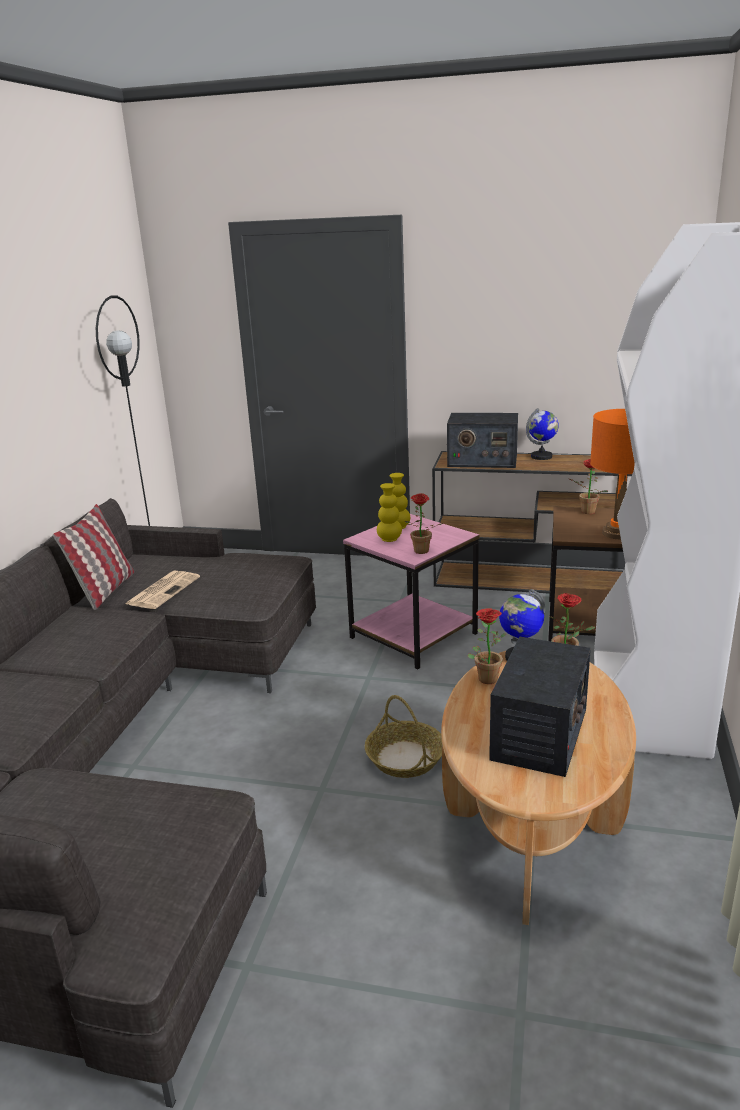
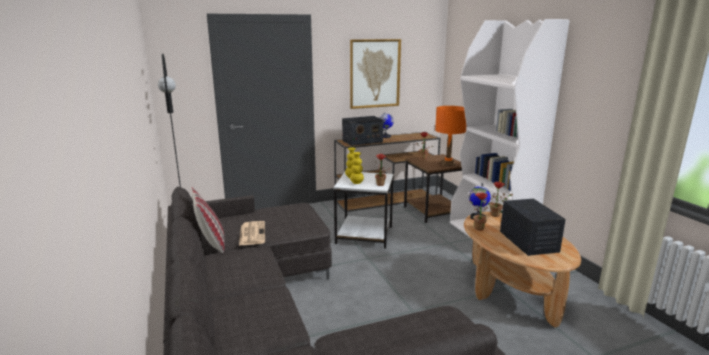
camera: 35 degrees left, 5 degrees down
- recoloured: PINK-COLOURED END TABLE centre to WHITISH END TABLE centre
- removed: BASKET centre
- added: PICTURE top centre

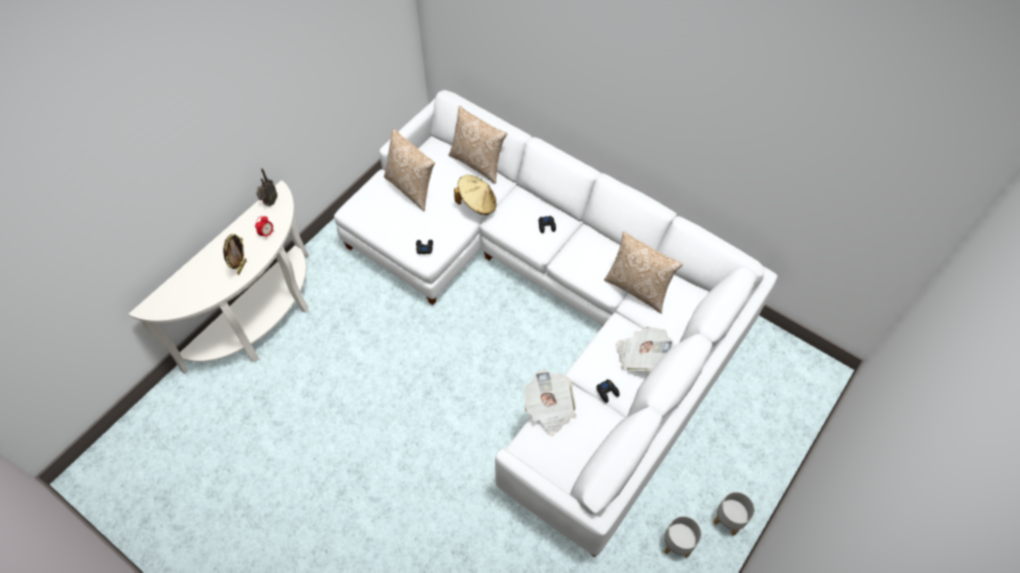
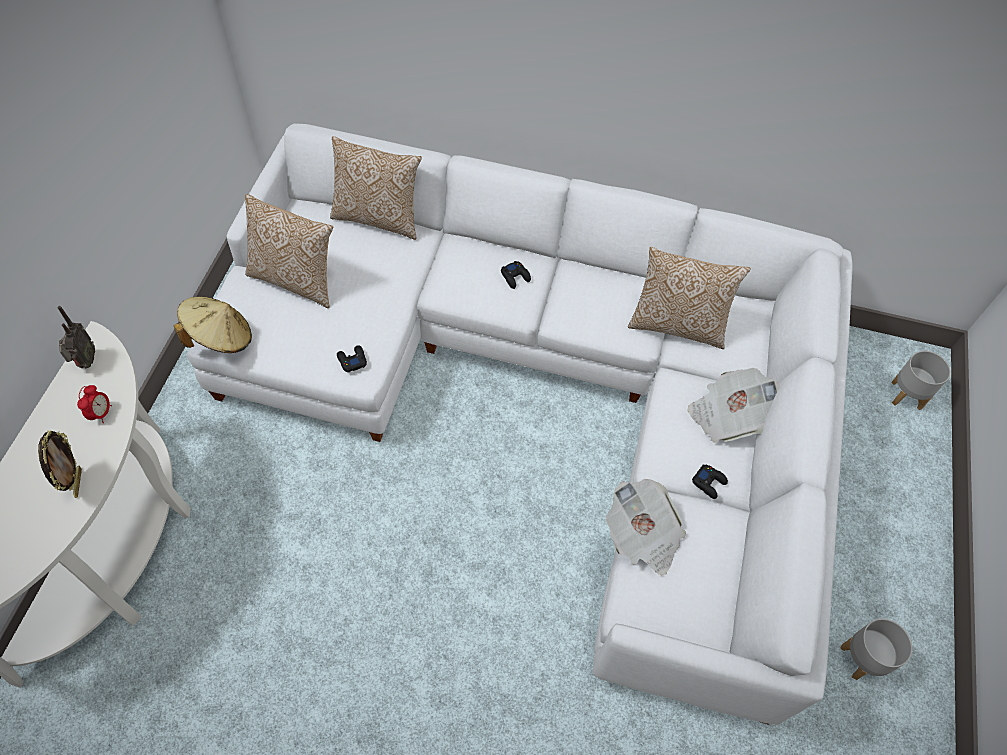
camera: 25 degrees left, 0 degrees up
- moved: BEIGE HAT centre to middle left
- moved: GREYISH PLANTER (2nd from left) bottom right to middle right

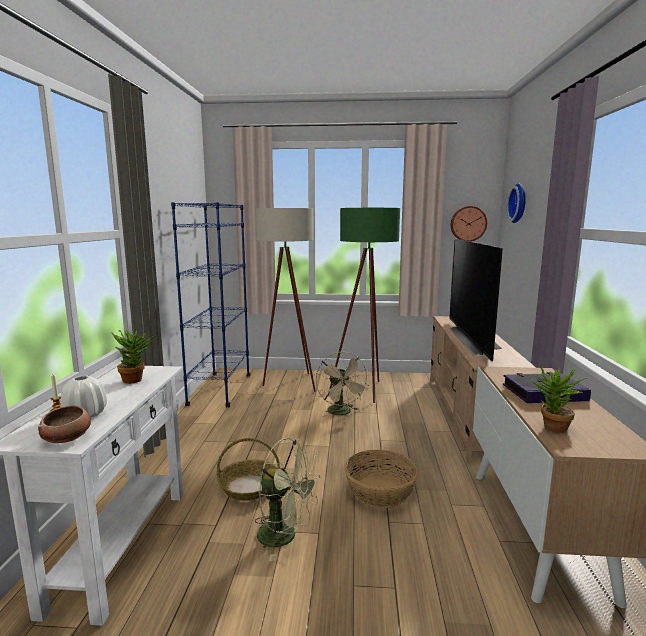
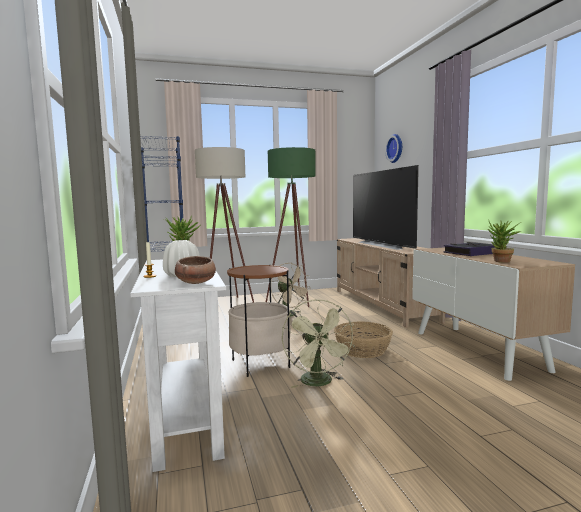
camera: 20 degrees left, 5 degrees down
- replaced: BASKET (1st from left) bottom centre to END TABLE centre
- turned: GREENISH FAN bottom centre = bottom centre 75 degrees clockwise
- removed: CLOCK ON THE WALL (1st from left) middle right

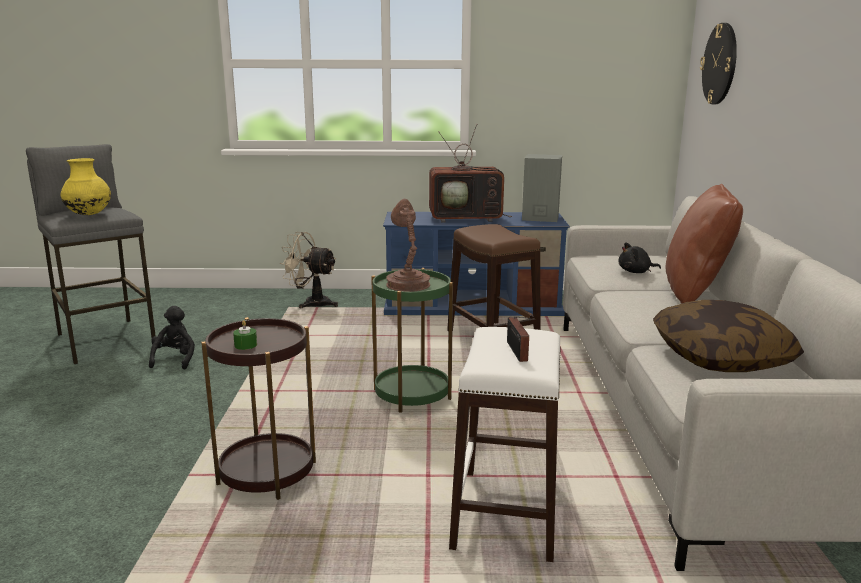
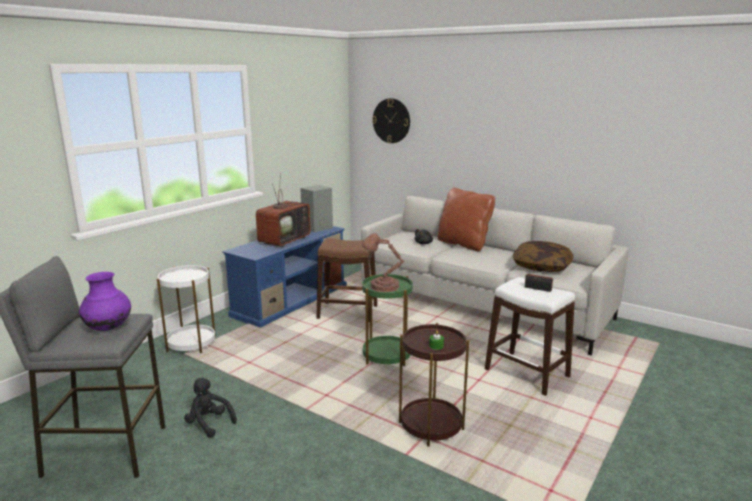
camera: 55 degrees left, 0 degrees up
- recoloured: YELLOWISH VASE top left to PURPLISH VASE middle left
- replaced: BEIGE FAN centre to WHITISH END TABLE middle left

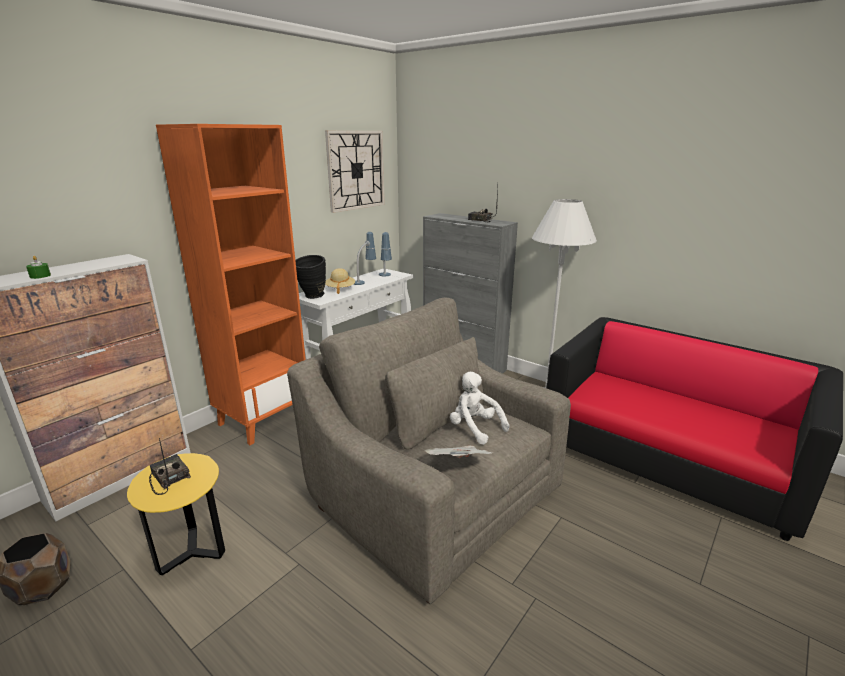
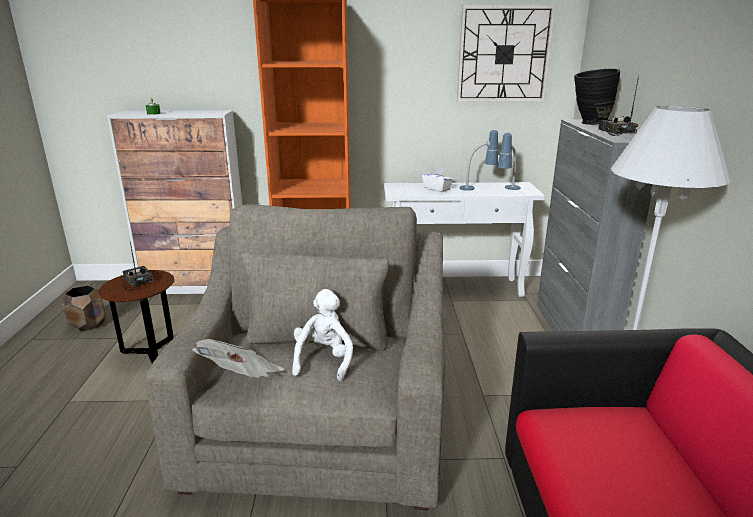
camera: 50 degrees right, 0 degrees up
- recoloured: YELLOWISH END TABLE bottom left to BROWNISH END TABLE middle left
- turned: RADIO (1st from left) bottom left = middle left 45 degrees counterclockwise
- moved: BLACKISH VASE centre to top right
- replaced: BEIGE HAT centre to WHITISH BOX OF TISSUES centre

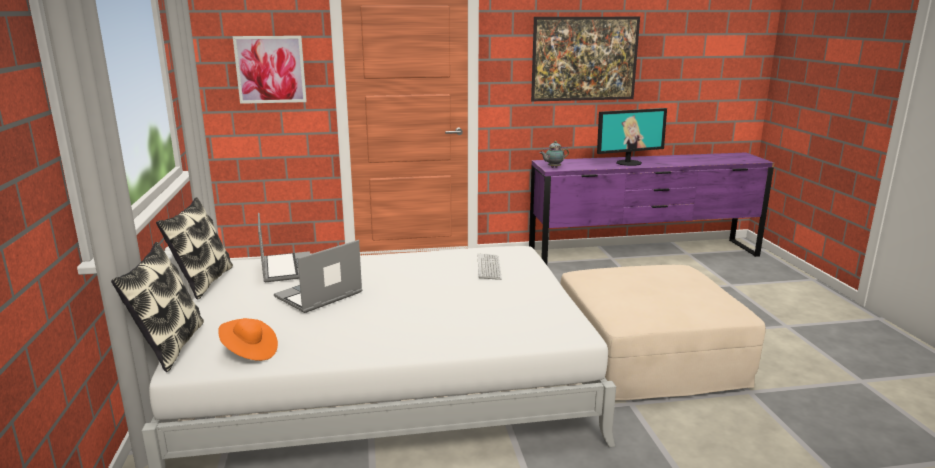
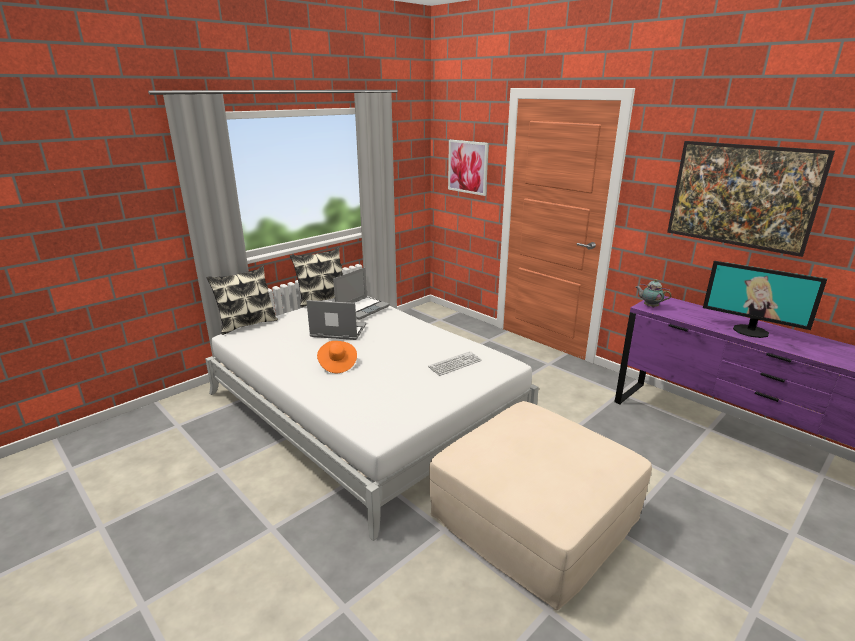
camera: 55 degrees right, 5 degrees up
- moved: ORANGEY HAT bottom left to centre

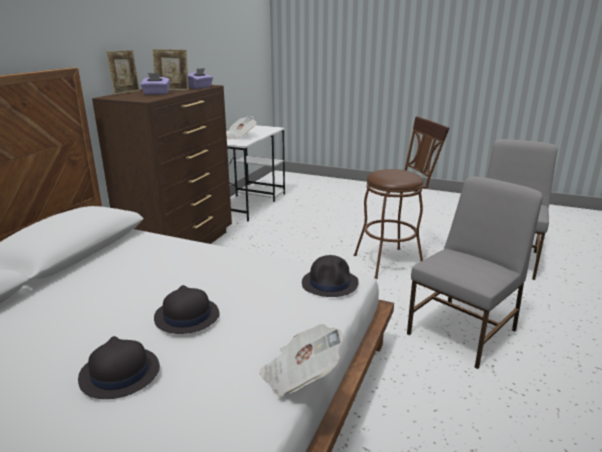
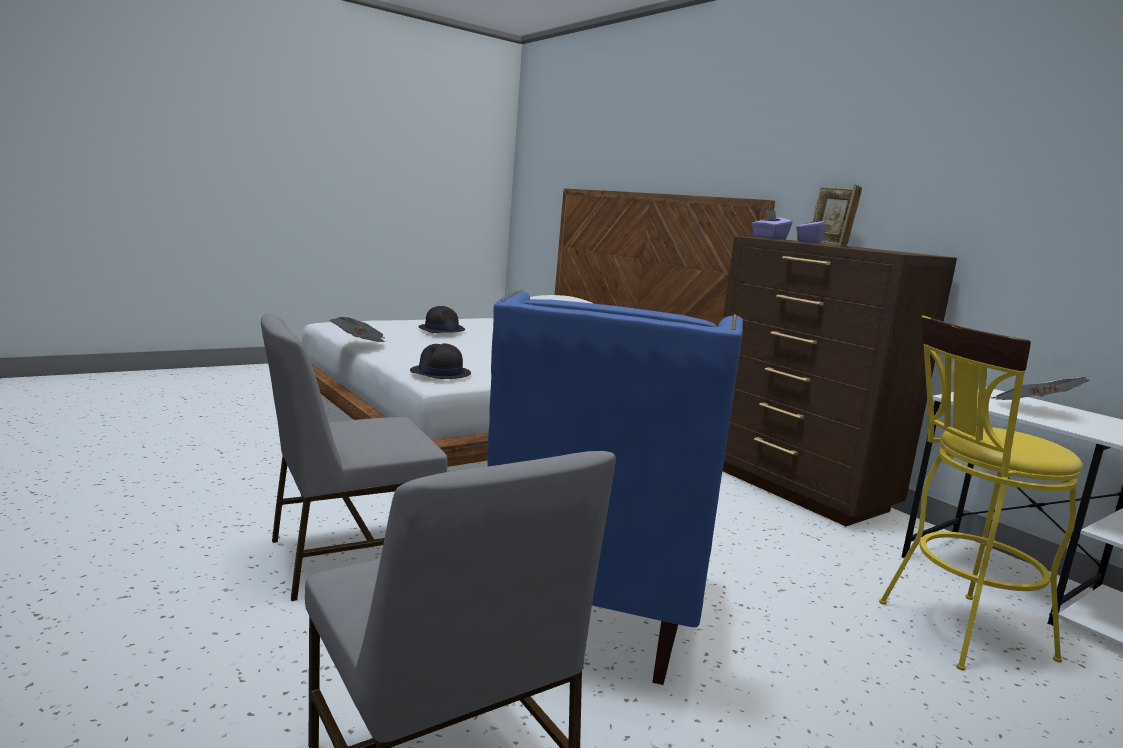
camera: 120 degrees right, 10 degrees down
- removed: BLACKISH HAT (2nd from left) bottom left
- moved: PURPLISH BOX OF TISSUES (2nd from left in the first image) top left to PURPLISH BOX OF TISSUES (1st from left) top right
- replaced: BROWNISH SITTING STOOL middle right to BLUE ARMCHAIR centre
- turned: GREYISH CHAIR (1st from left) middle right = middle left 75 degrees clockwise
- added: YELLOWISH SITTING STOOL middle right

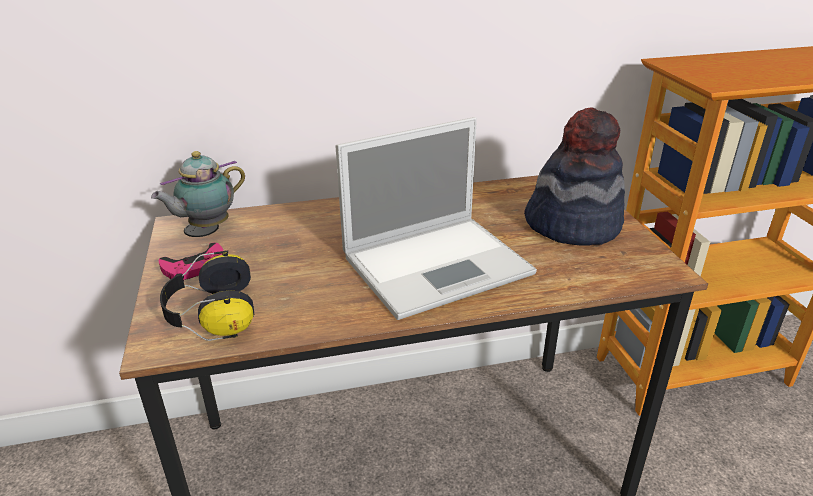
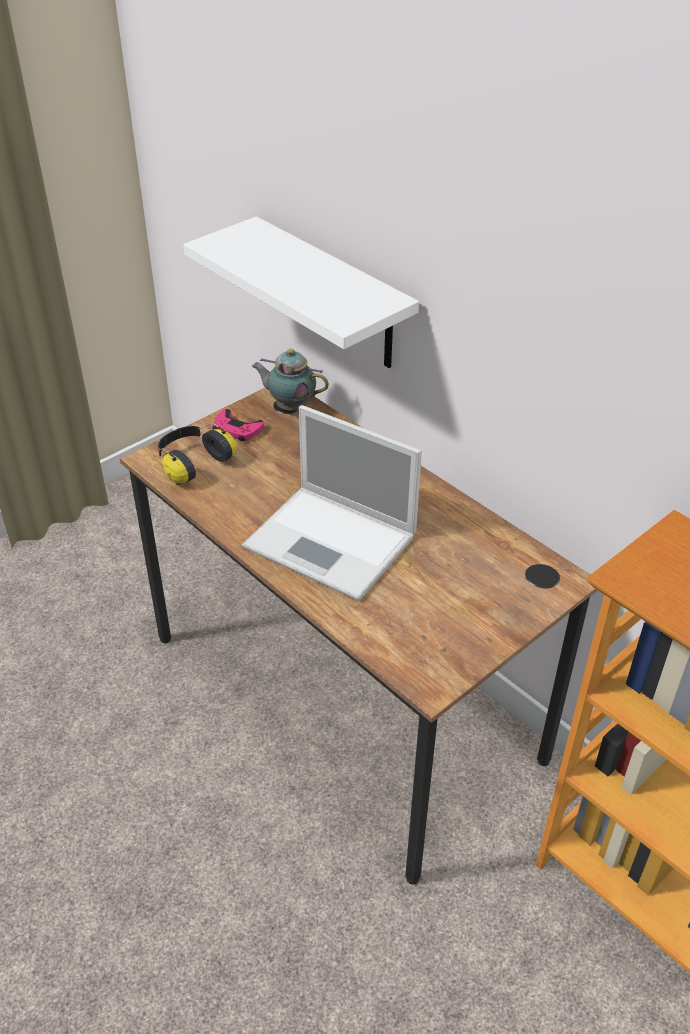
camera: 60 degrees right, 10 degrees up
- removed: HAT middle right
- added: WHITISH SHELF top centre

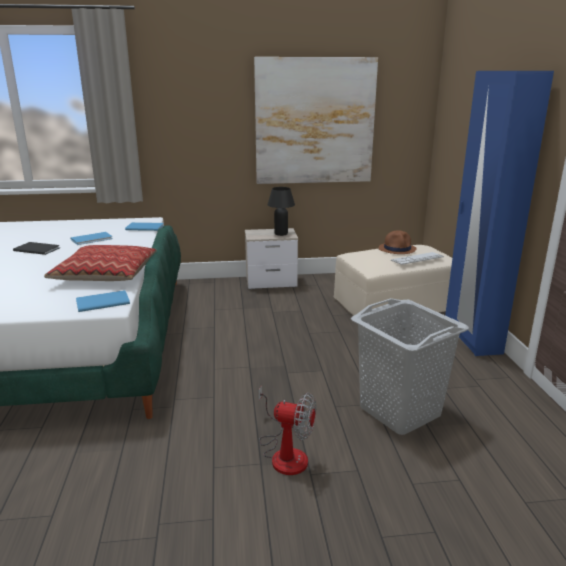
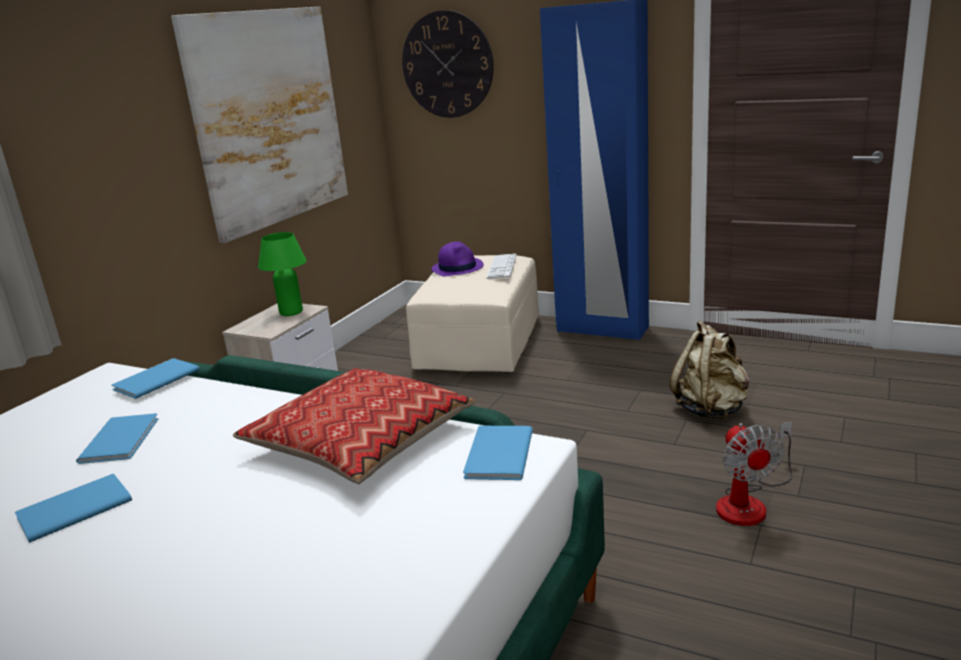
camera: 55 degrees left, 0 degrees up
- recoloured: BLACKISH BOUND BOOK middle left to BLUE BOUND BOOK (1st from left) bottom left
- turned: FAN bottom centre = bottom right 120 degrees clockwise
- recoloured: BLACKISH LAMP FOR A TABLE centre to GREENISH LAMP FOR A TABLE middle left
- replaced: GREYISH HAMPER middle right to BEIGE KNAPSACK middle right
- recoloured: BROWNISH HAT middle right to PURPLISH HAT centre
- added: CLOCK ON THE WALL top centre

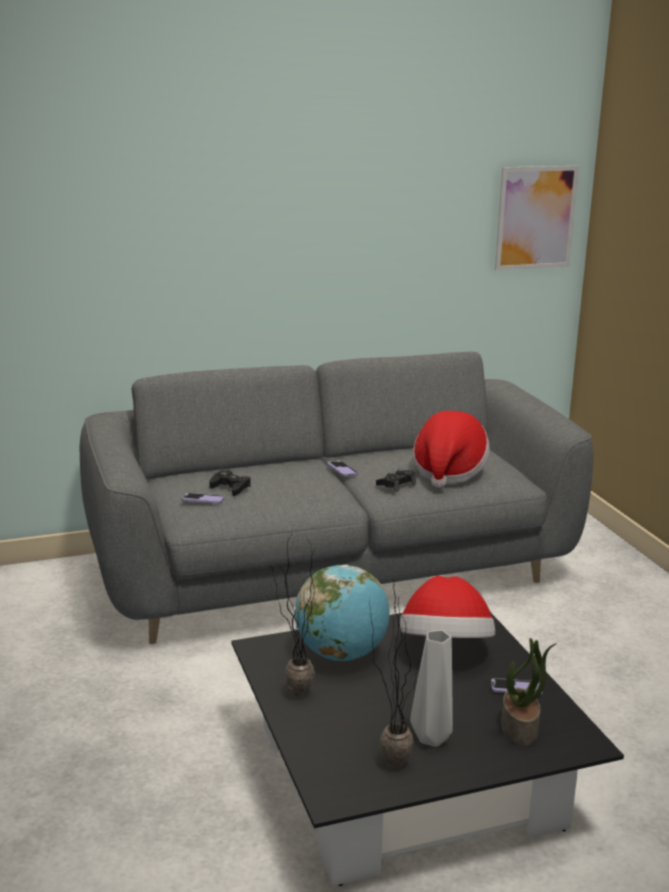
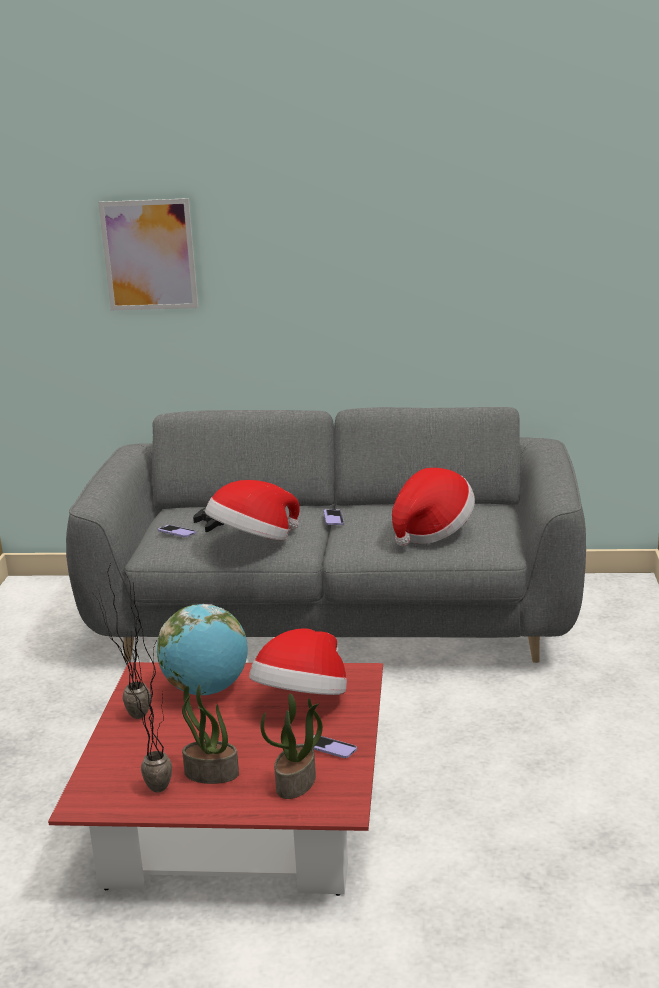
camera: 25 degrees right, 0 degrees up
- recoloured: BLACKISH LOW TABLE bottom centre to RED LOW TABLE bottom left
- removed: BLACKISH JOYPAD (2nd from left) centre
- replaced: GREYISH VASE bottom centre to PLANT IN A POT (3rd from left) bottom left
- moved: PICTURE top right to top left
- added: HAT (1st from left) centre

